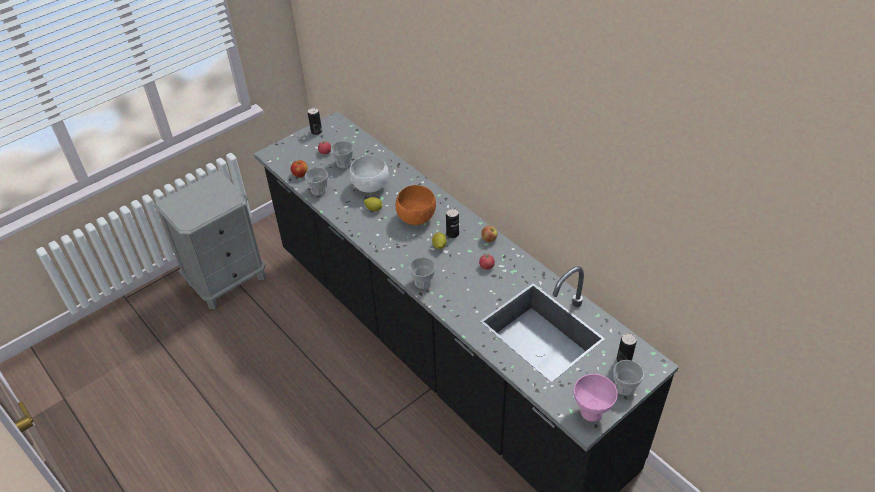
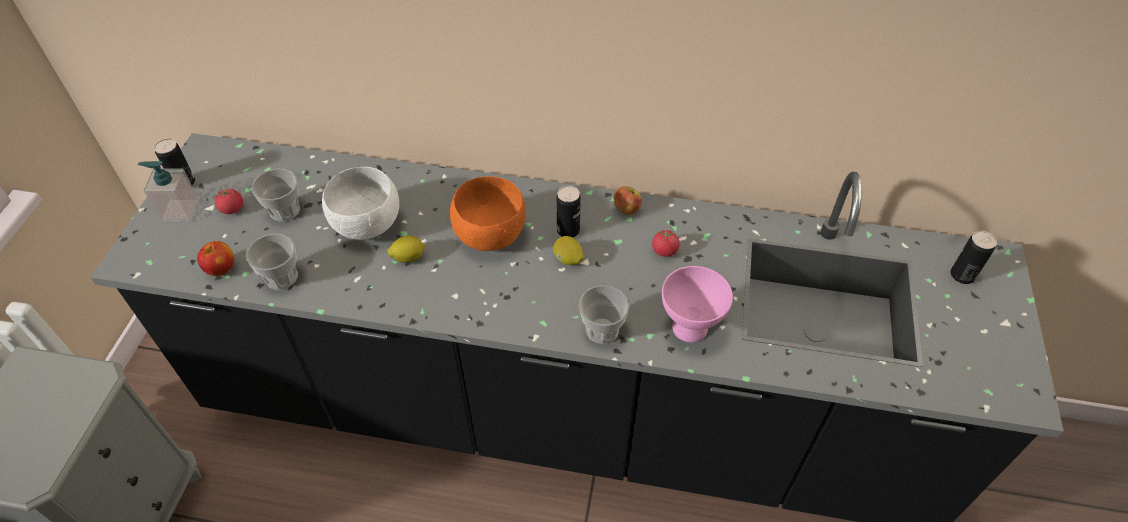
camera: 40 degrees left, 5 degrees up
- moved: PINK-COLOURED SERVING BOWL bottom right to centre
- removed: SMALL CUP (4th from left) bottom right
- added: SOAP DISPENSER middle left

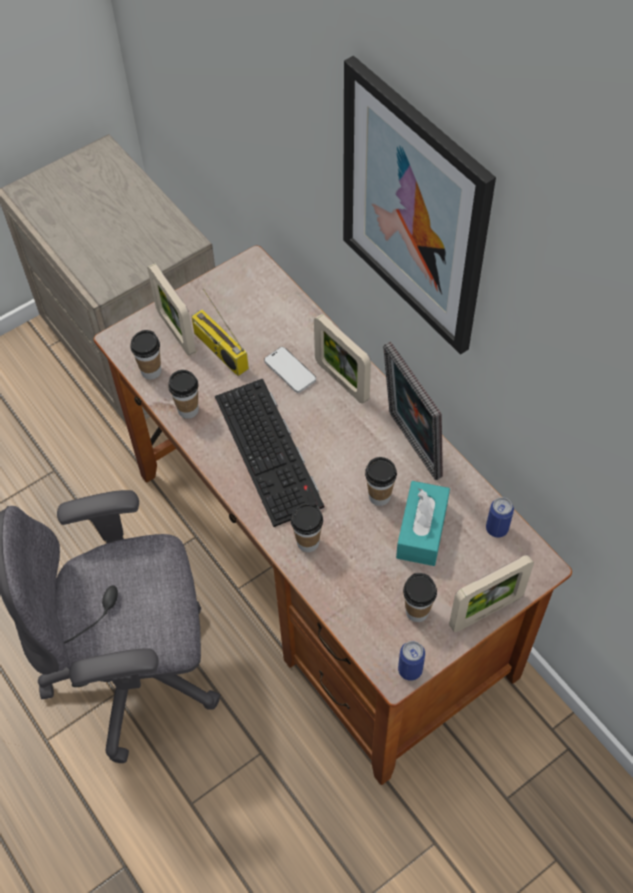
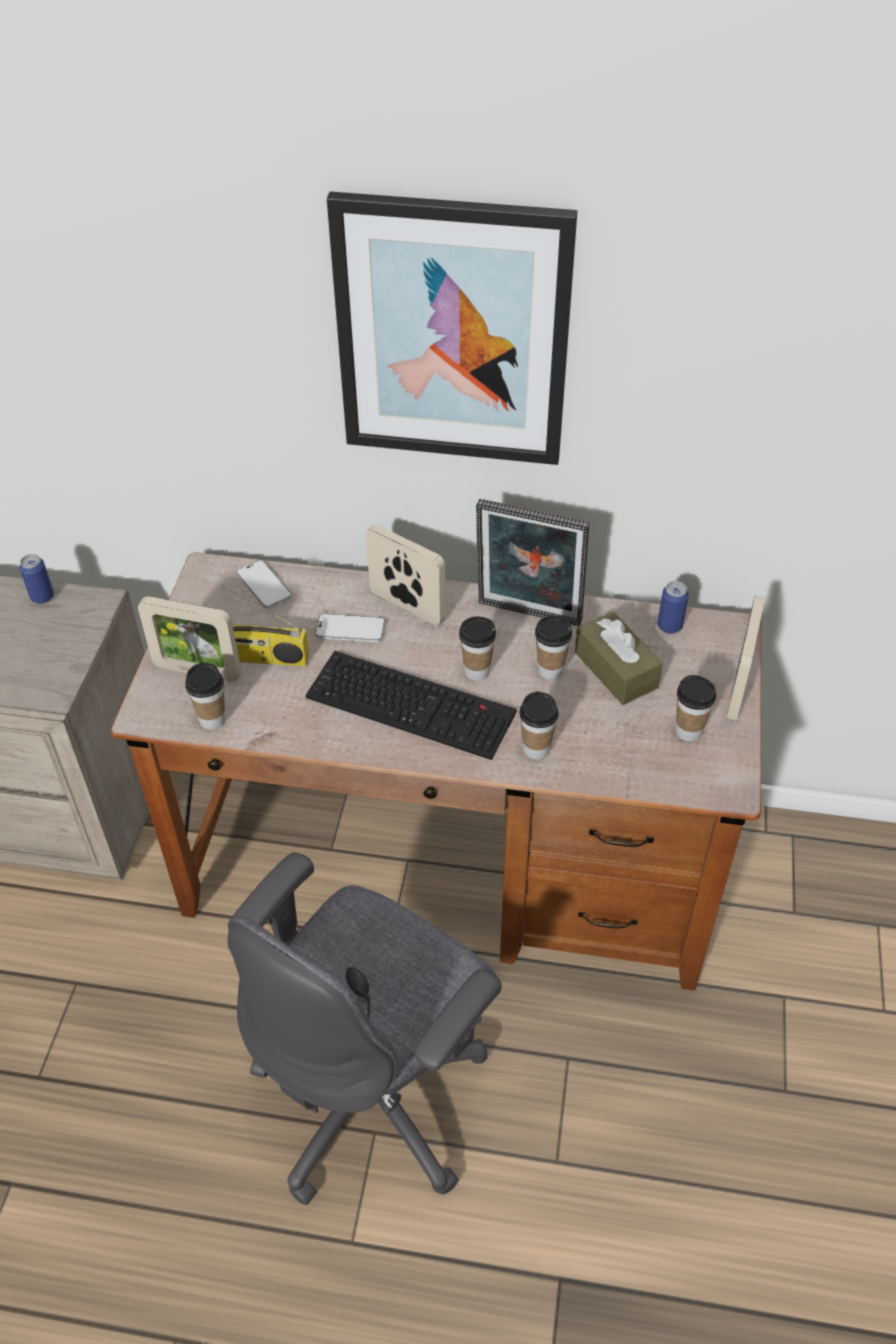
camera: 45 degrees left, 10 degrees down
- moved: SMALL CUP (2nd from left) middle left to centre
- turned: PICTURE FRAME (2nd from left) centre = centre 150 degrees counterclockwise
- recoloured: TURQUOISE BOX OF TISSUES middle right to BROWNISH BOX OF TISSUES middle right
- moved: METAL CAN (1st from left) bottom centre to middle left
- added: PHONE (1st from left) middle left

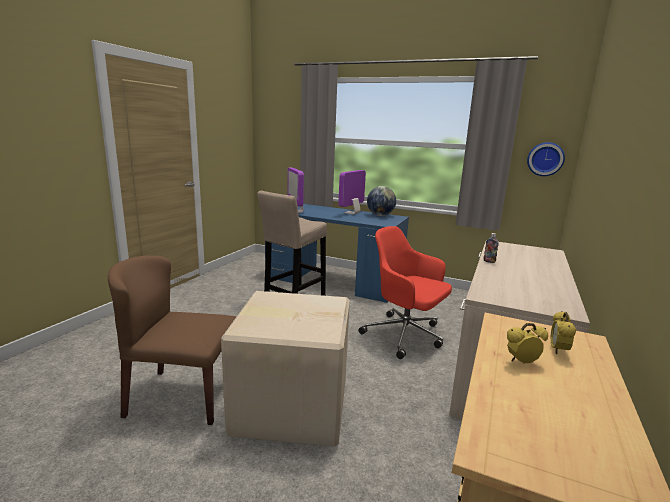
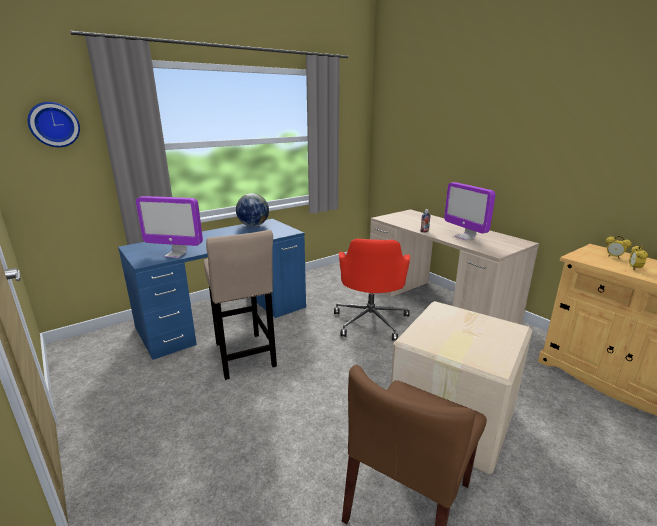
camera: 60 degrees left, 5 degrees up
- moved: COMPUTER DISPLAY (2nd from left) centre to middle right
- turned: RED DESK CHAIR centre = centre 60 degrees counterclockwise
- moved: CLOCK ON THE WALL top right to top left

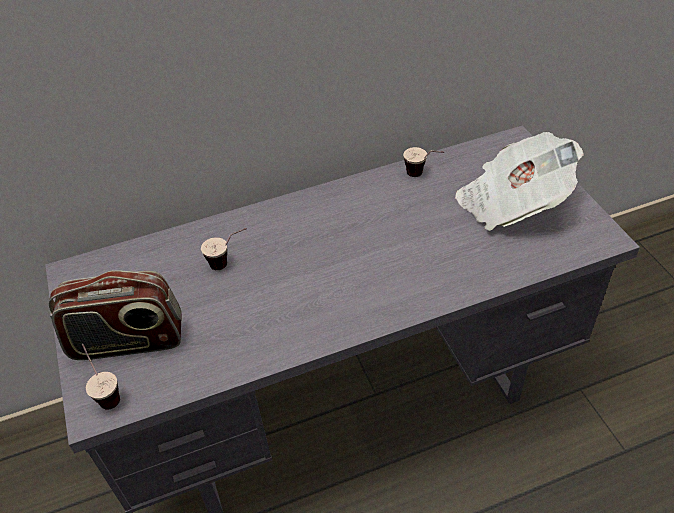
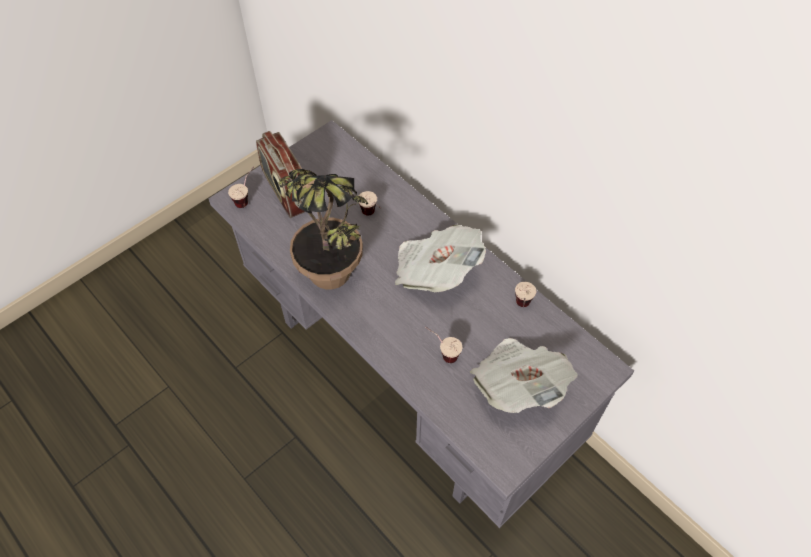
camera: 65 degrees right, 10 degrees up
- added: PLANT IN A POT centre
- added: NEWSPAPER (1st from left) centre
- added: SMALL CUP (3rd from left) centre

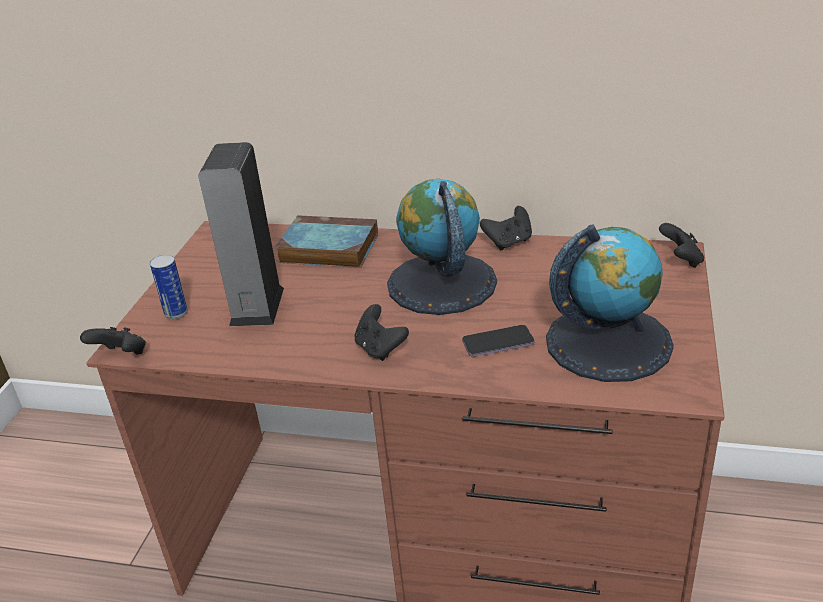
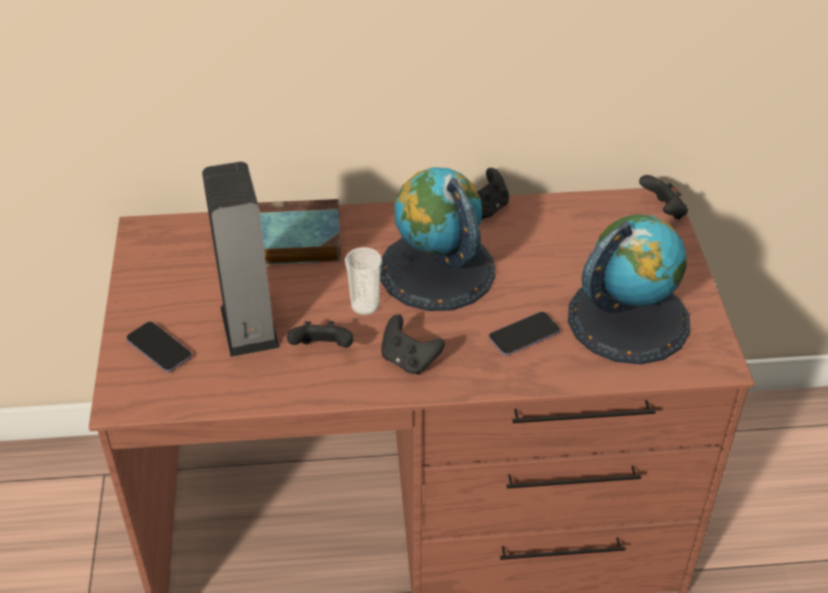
camera: 20 degrees left, 10 degrees up
- moved: BLACKISH JOYPAD (1st from left) middle left to centre
- replaced: METAL CAN middle left to PHONE (1st from left) middle left
- added: SMALL CUP centre

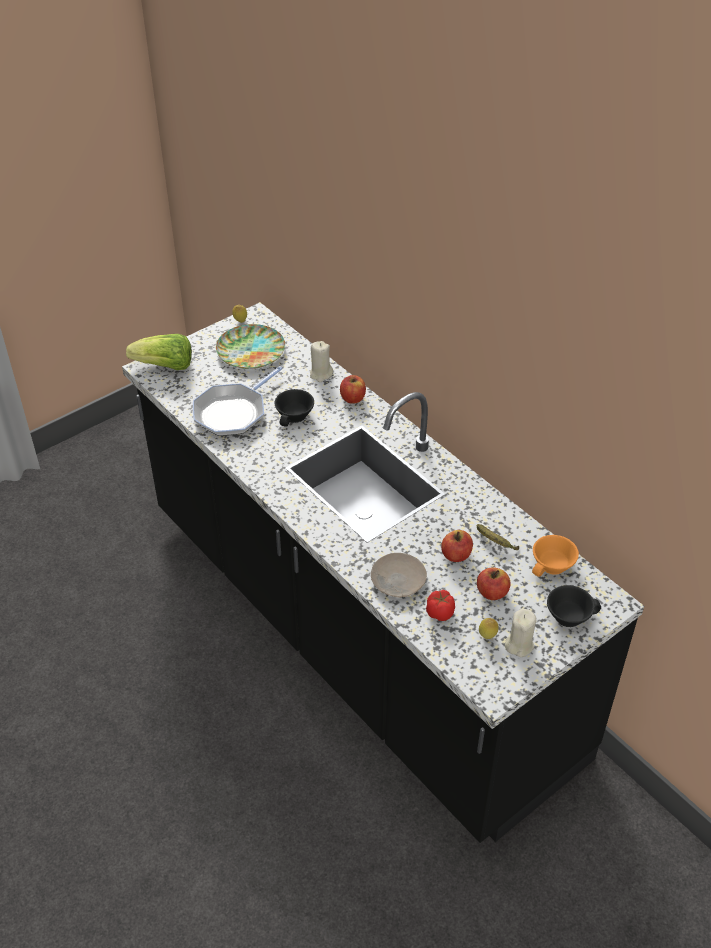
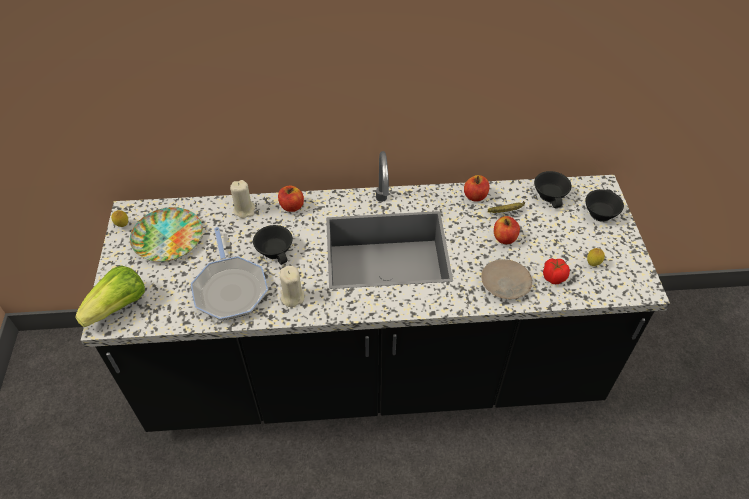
camera: 55 degrees left, 5 degrees up
- moved: APPLE (3rd from left in the first image) middle right to APPLE (2nd from left) centre
- moved: BEIGE WAX CANDLE (2nd from left) bottom right to centre
- recoloured: ORANGEY SMALL CUP middle right to BLACKISH SMALL CUP (2nd from left) middle right

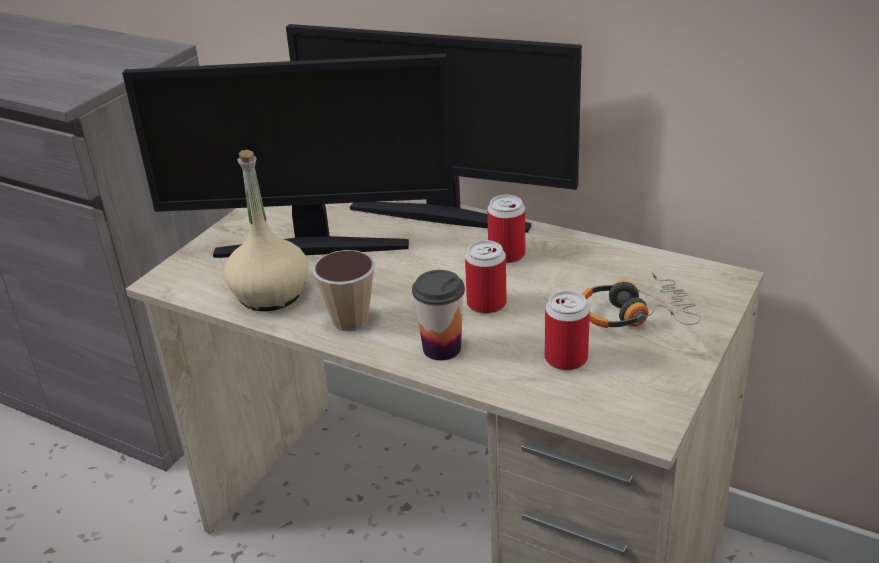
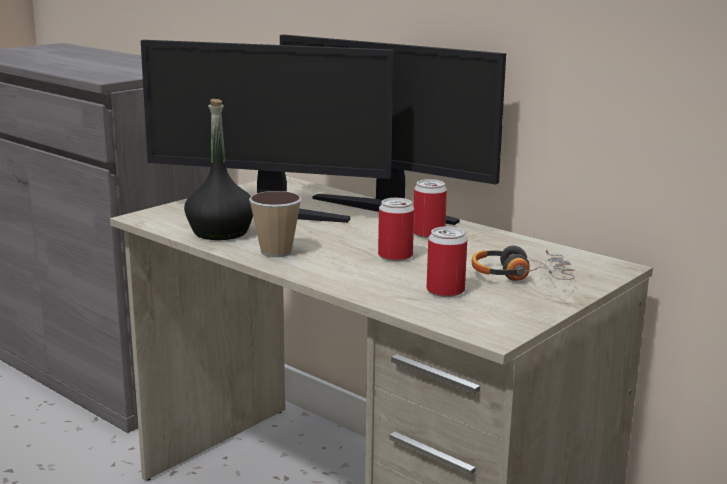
camera: 10 degrees right, 15 degrees down
- recoloured: BEIGE DRINK BOTTLE middle left to BLACKISH DRINK BOTTLE middle left
- removed: SMALL CUP (2nd from left) centre

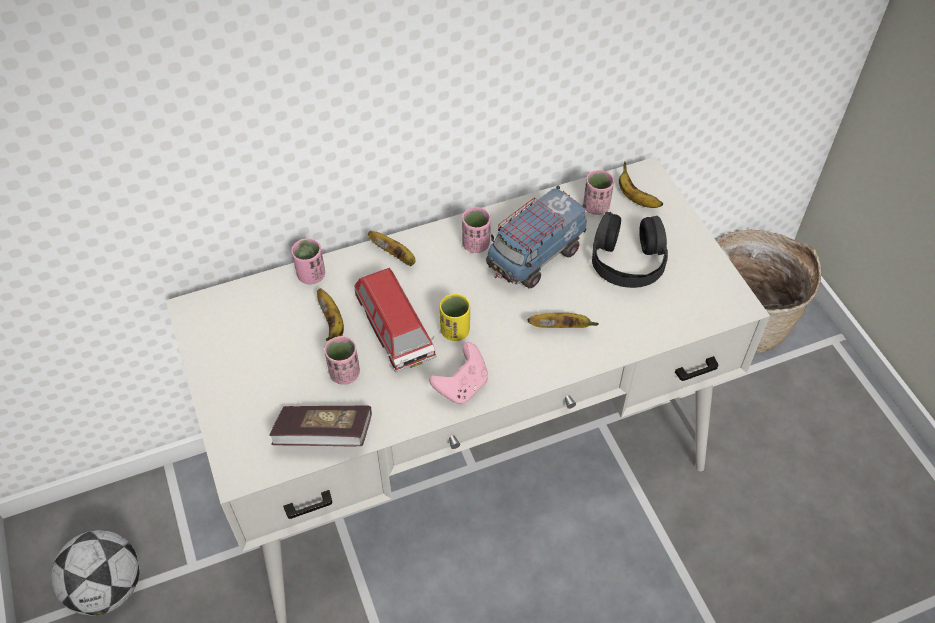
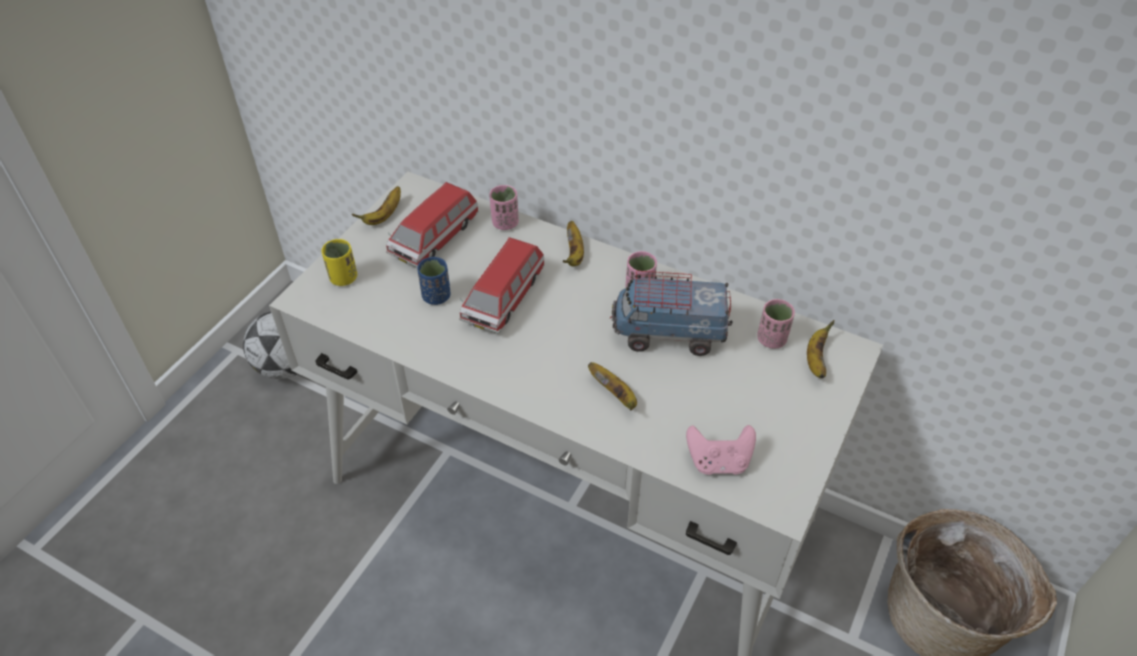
camera: 50 degrees right, 5 degrees down
- removed: BOUND BOOK bottom centre
- moved: WHOLE BANANA (1st from left) centre to top left
- recoloured: PINK-COLOURED SMALL CUP (2nd from left) centre to BLUE SMALL CUP centre
- moved: PINK-COLOURED JOYPAD centre to bottom centre
- moved: YELLOWISH SMALL CUP centre to middle left
- removed: BLACKISH PAIR OF HEADPHONES middle right
- added: MODEL CAR (1st from left) centre

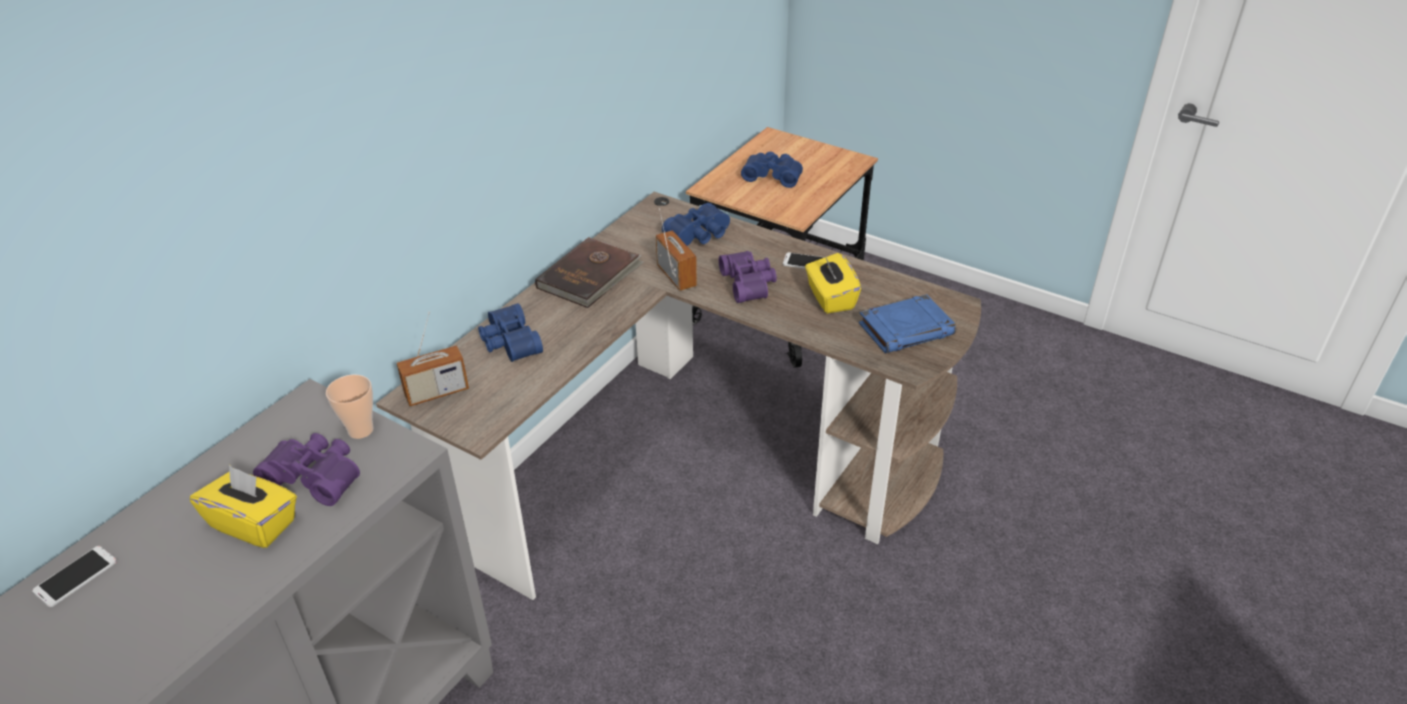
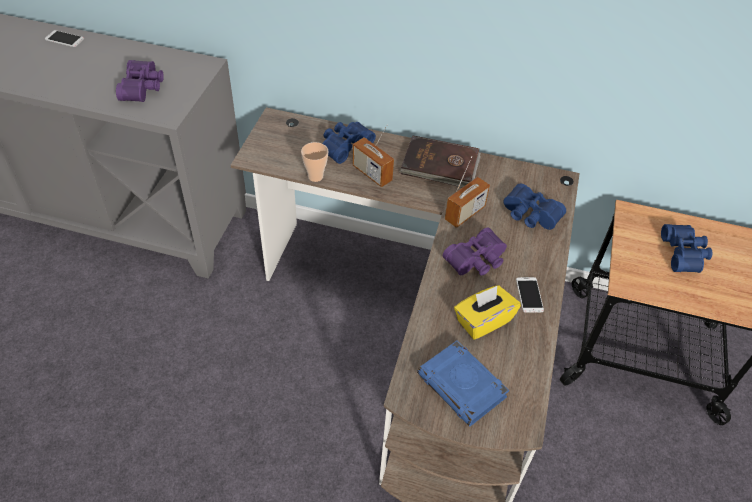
camera: 70 degrees right, 10 degrees up
- removed: YELLOWISH BOX OF TISSUES (1st from left) bottom left
- moved: SMALL CUP middle left to top centre
- moved: RADIO (1st from left) middle left to top centre

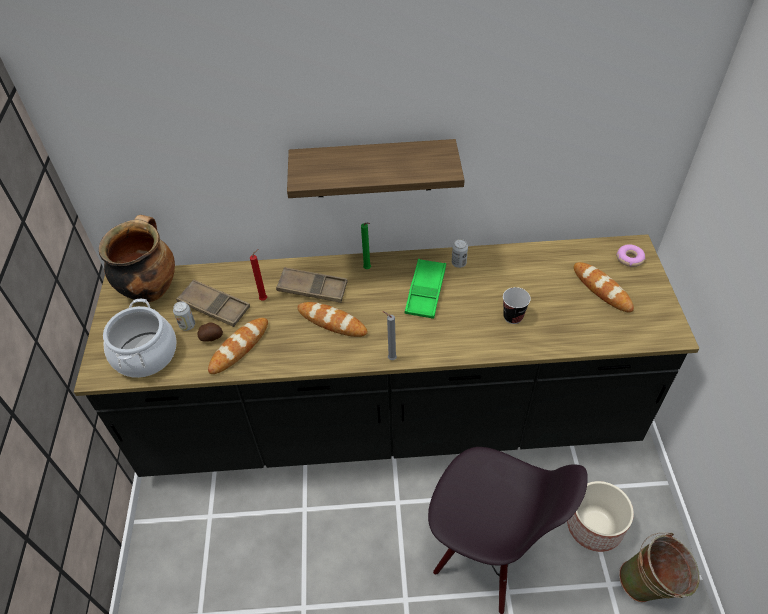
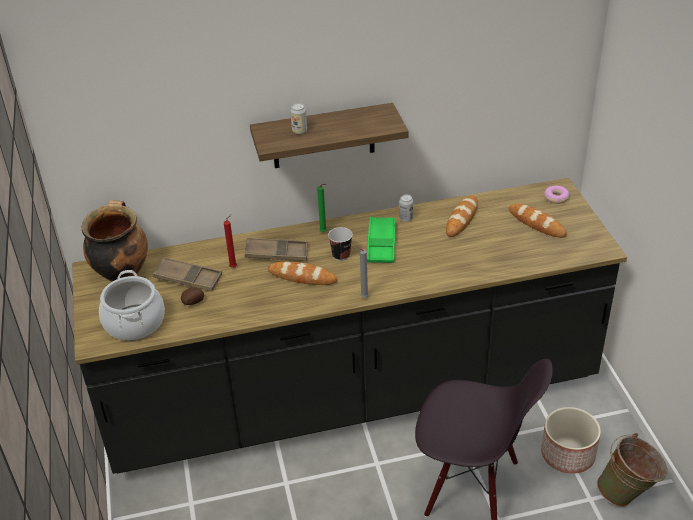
camera: 10 degrees left, 10 degrees down
- moved: METAL CAN (1st from left) middle left to top centre
- moved: BREAD (1st from left in the first image) middle left to BREAD (2nd from left) middle right
- moved: SMALL CUP middle right to centre

